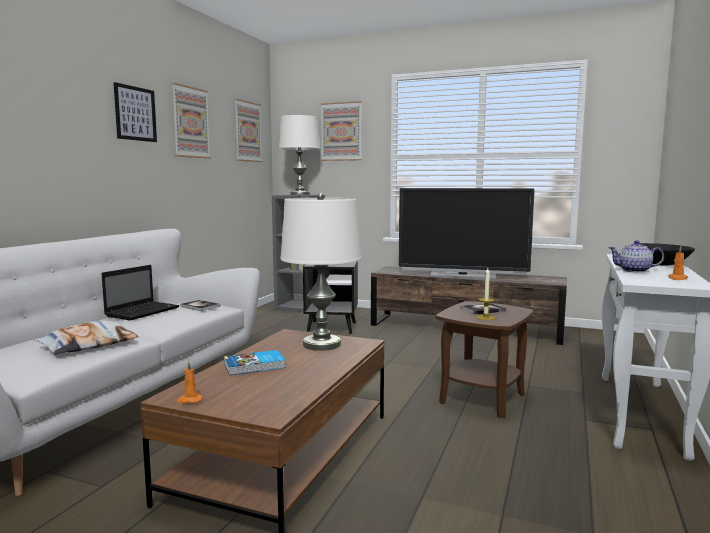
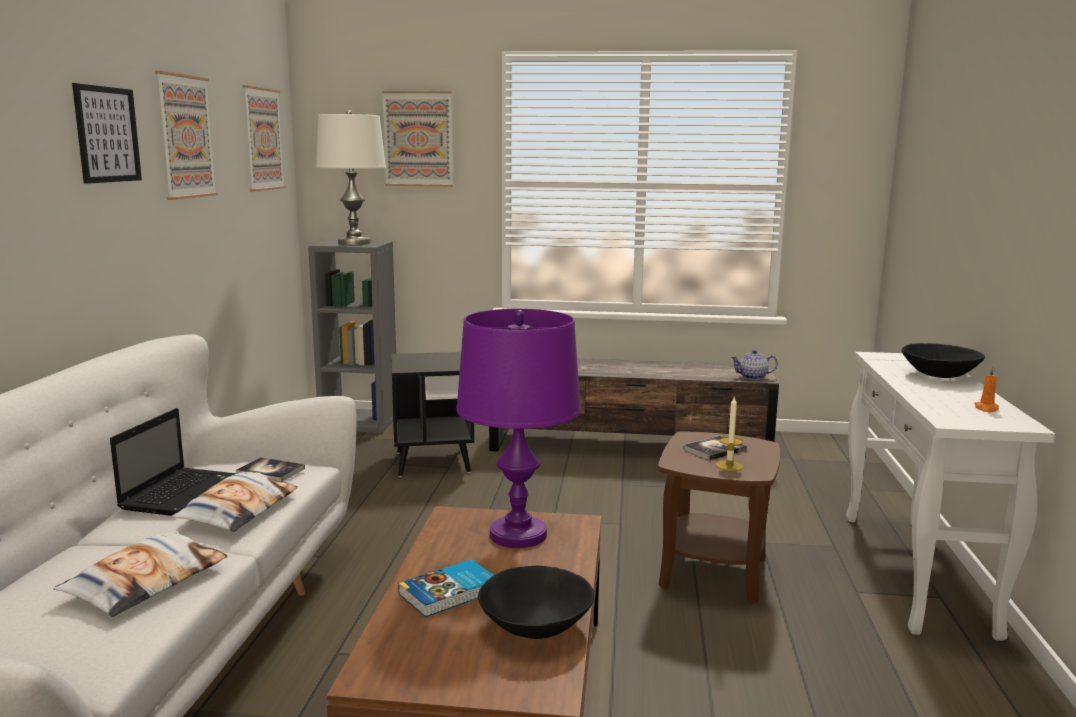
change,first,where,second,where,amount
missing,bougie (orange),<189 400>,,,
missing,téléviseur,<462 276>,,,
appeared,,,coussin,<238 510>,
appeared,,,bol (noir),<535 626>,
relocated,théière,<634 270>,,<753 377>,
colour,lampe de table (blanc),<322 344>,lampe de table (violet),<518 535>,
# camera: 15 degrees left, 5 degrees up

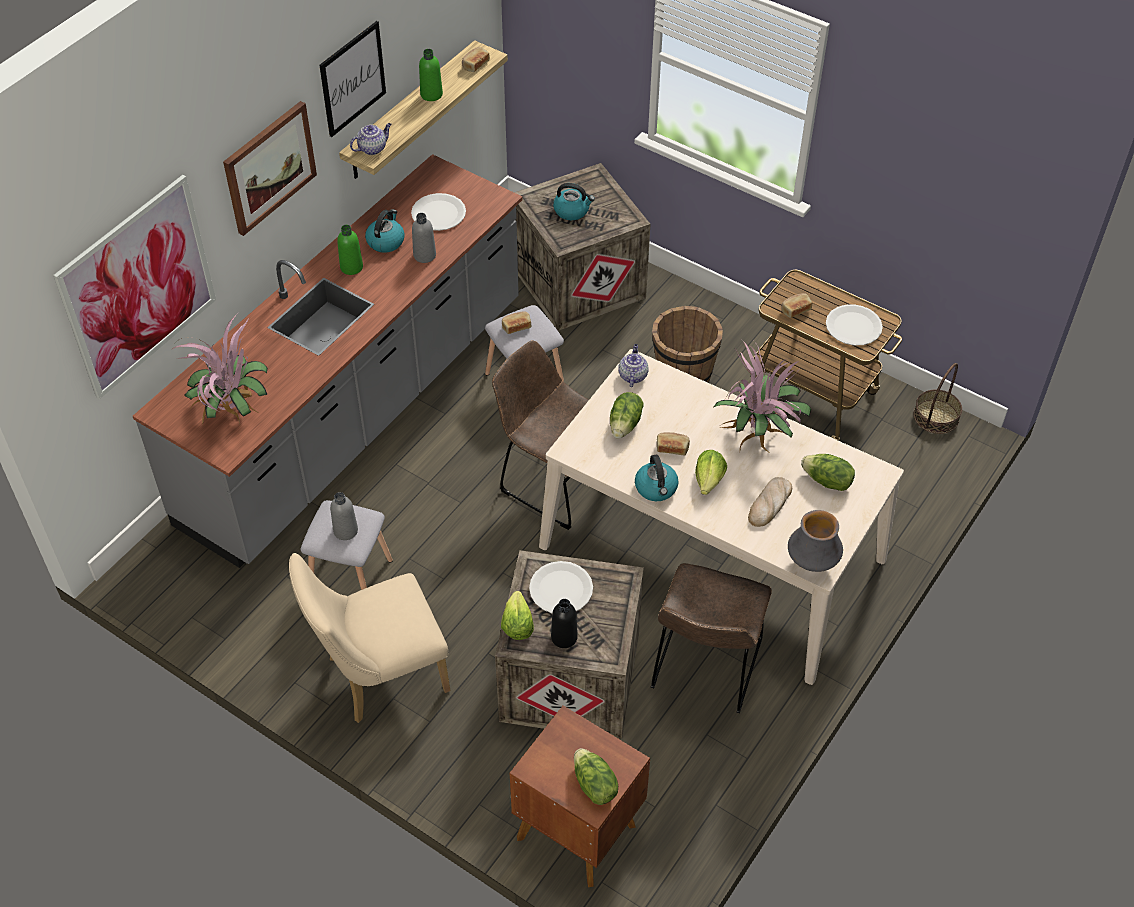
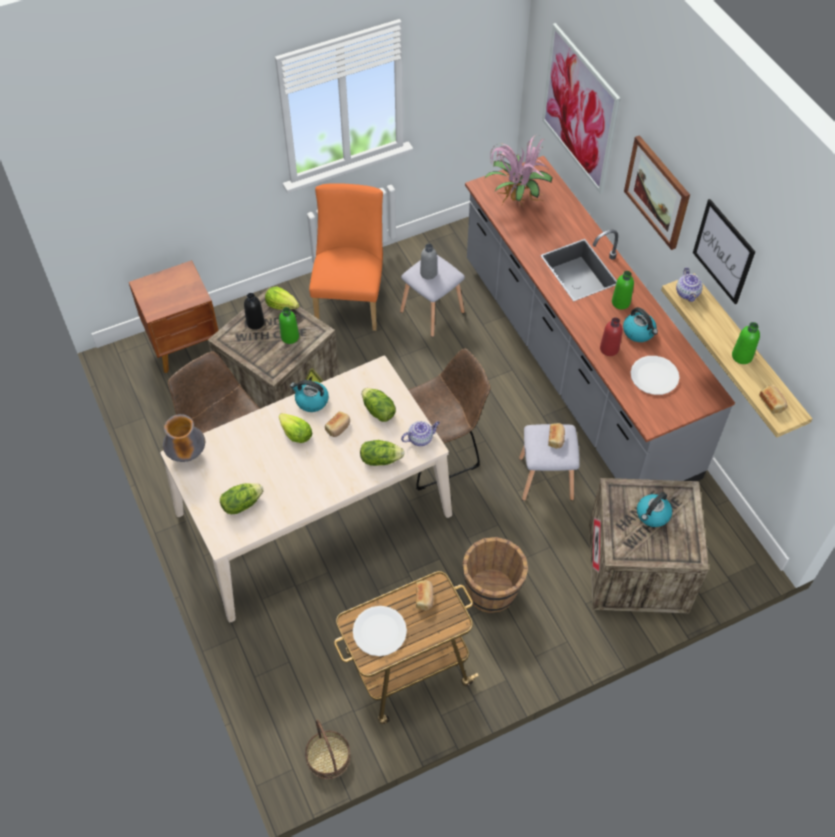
change,first,where,second,where,amount
missing,plante en pot,<758 435>,,,
missing,pain,<769 504>,,,
relocated,laitue,<593 785>,,<380 459>,
exchanged,assiette (blanc),<561 589>,bouteille (vert),<290 337>,
colour,chaise (beige),<379 676>,chaise (orange),<351 299>,
colour,bouteille (gris),<424 255>,bouteille (rouge),<609 349>,
spun,théière,<632 375>,,<420 438>,60 degrees counterclockwise
# camera: 120 degrees right, 5 degrees up

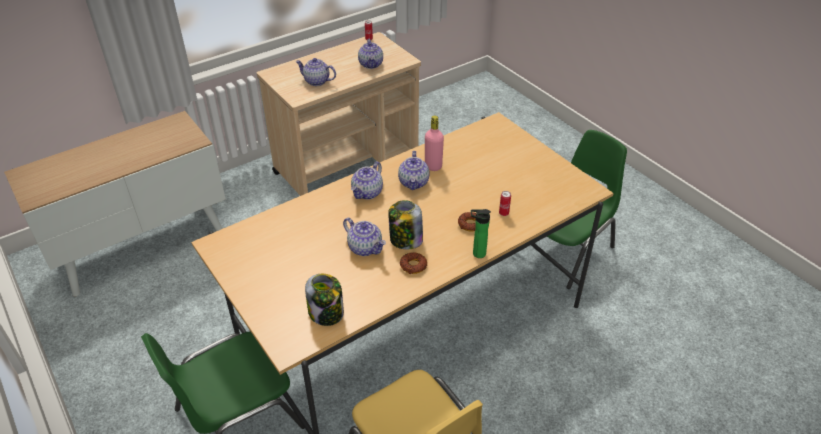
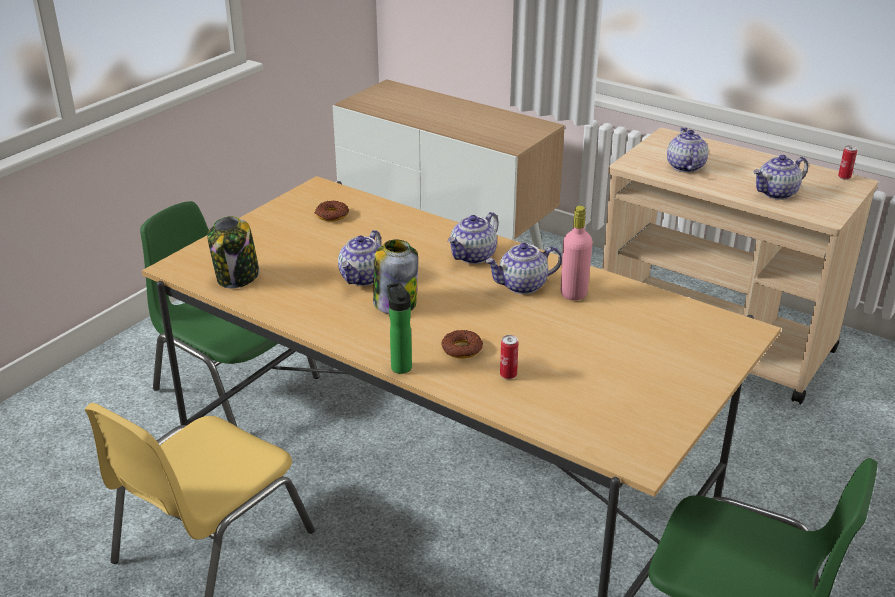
change,first,where,second,where,amount
relocated,beignet,<413 266>,,<332 215>,
spun,théière,<367 193>,,<473 256>,60 degrees counterclockwise
# camera: 70 degrees right, 10 degrees down

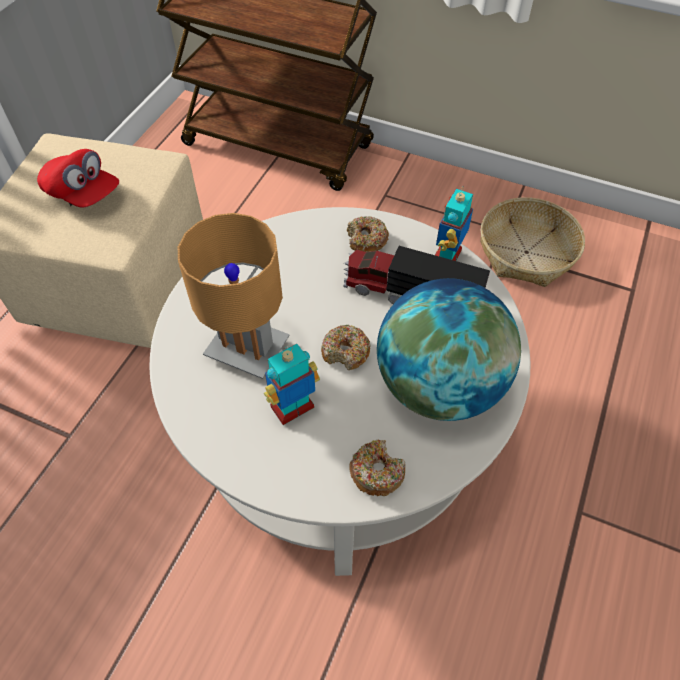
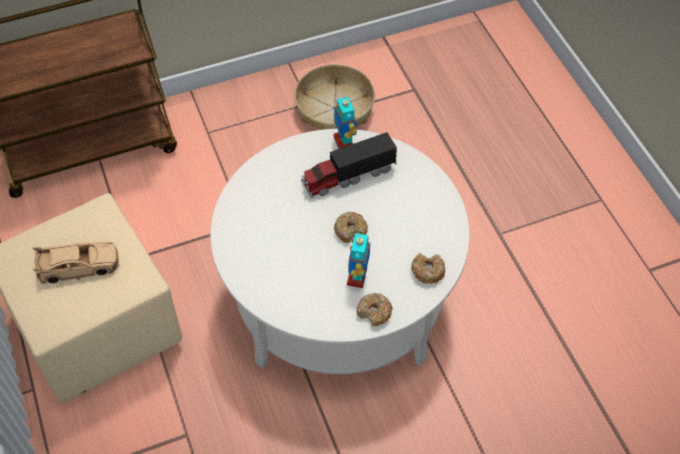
change,first,where,second,where,amount
missing,lampe de table (marron),<248 348>,,,
missing,globe,<439 386>,,,
relocated,beignet,<366 240>,,<374 312>,
exchanged,casquette (rouge),<83 194>,petite voiture (beige),<78 266>,
# camera: 45 degrees left, 0 degrees up

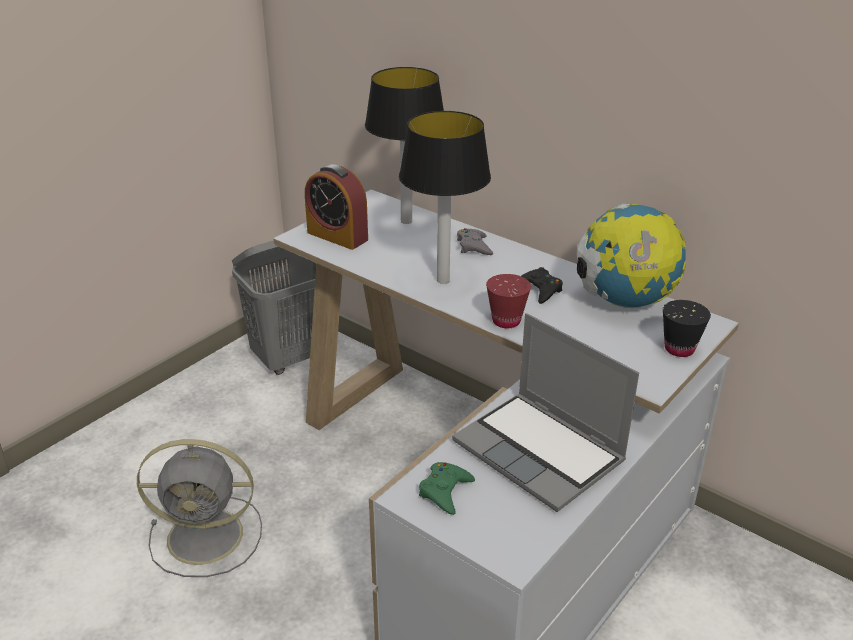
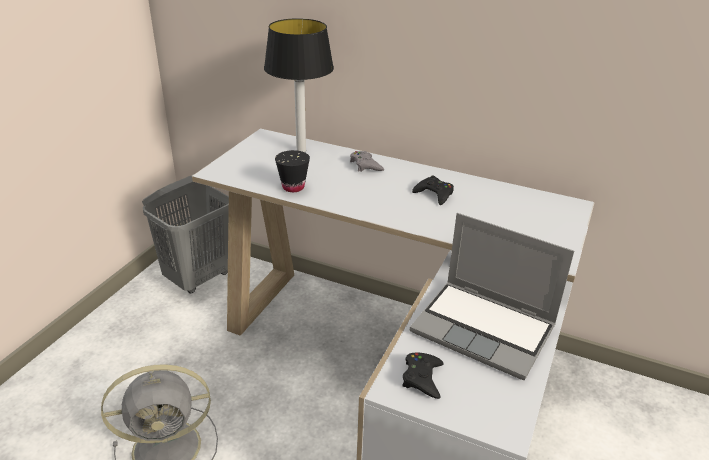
change,first,where,second,where,amount
missing,réveil,<337 236>,,,
missing,lampe de table,<442 280>,,,
missing,tasse (rouge),<506 321>,,,
missing,globe,<624 301>,,,
relocated,tasse (noir),<679 349>,,<293 187>,
colour,manette (vert),<445 491>,manette (noir),<422 378>,
# camera: 15 degrees left, 0 degrees up

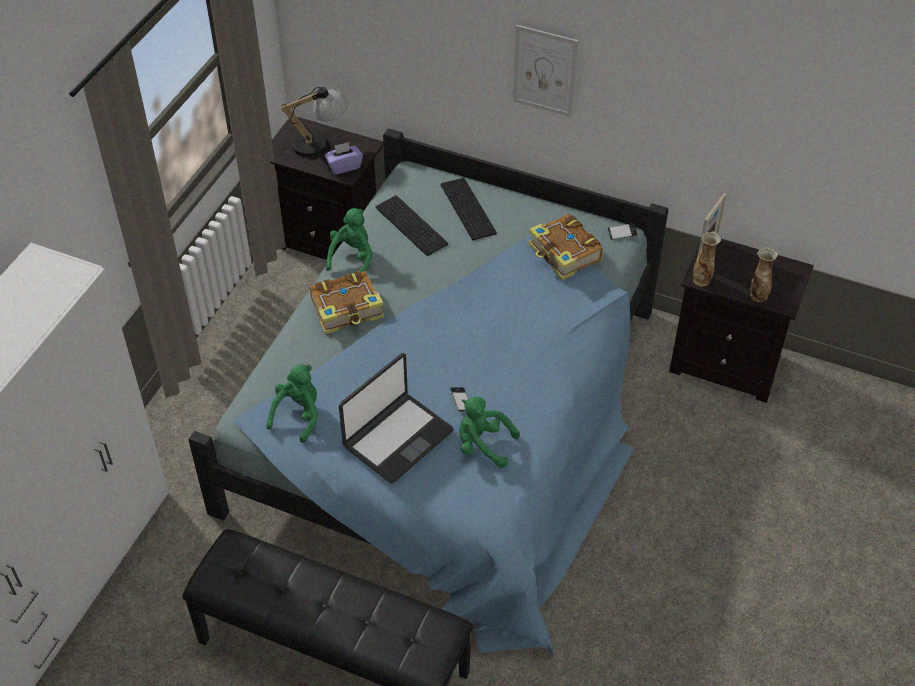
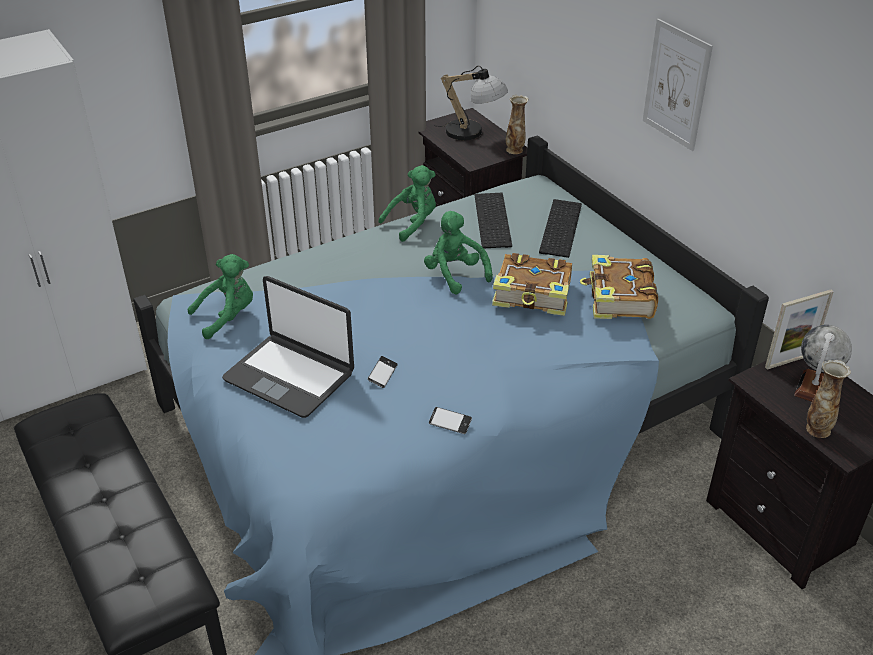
change,first,where,second,where,amount
missing,boîte à mouchoirs (violet),<344 166>,,,
appeared,,,globe,<813 387>,
relocated,livre,<348 310>,,<533 295>,
relocated,peluche (vert),<483 445>,,<455 274>,
relocated,téléphone,<622 233>,,<450 423>,
relocated,vase,<702 280>,,<515 150>,
spun,ordinateur portable,<397 438>,,<290 376>,45 degrees clockwise
# camera: 35 degrees right, 10 degrees down

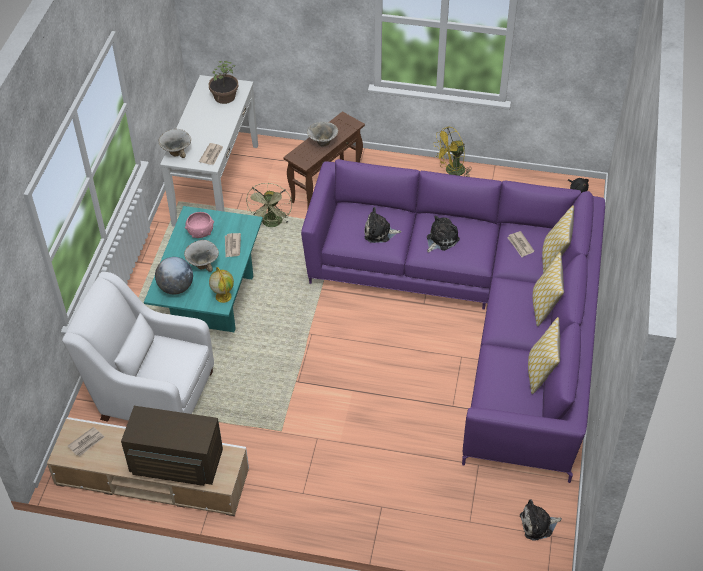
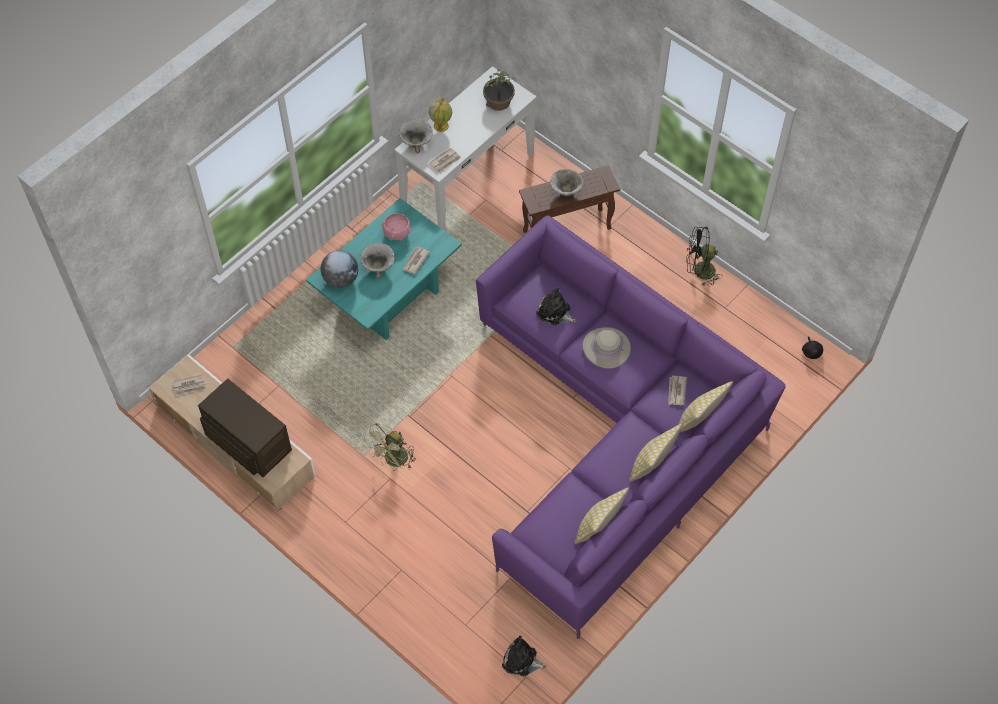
change,first,where,second,where,amount
missing,fauteuil (blanc),<151 393>,,,
relocated,globe,<223 296>,,<441 125>,
relocated,ventilateur (vert),<272 224>,,<393 461>,
exchanged,peluche,<441 239>,chapeau (beige),<606 348>,
colour,ventilateur (jaune),<451 172>,ventilateur (noir),<699 271>,
# camera: 30 degrees right, 10 degrees up

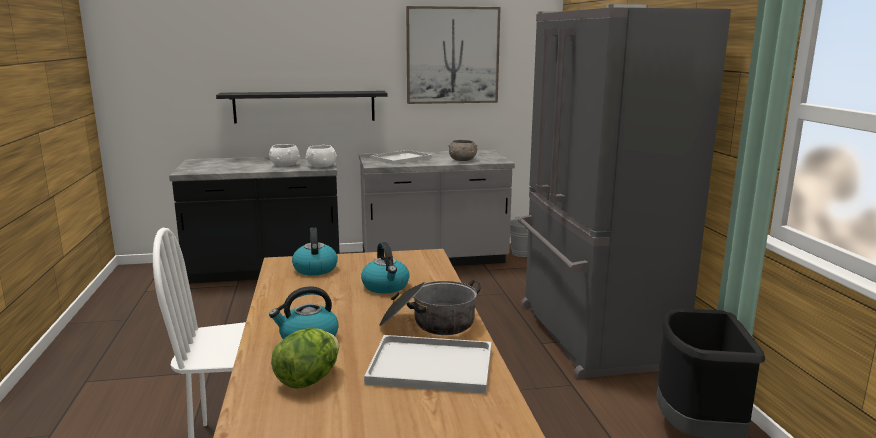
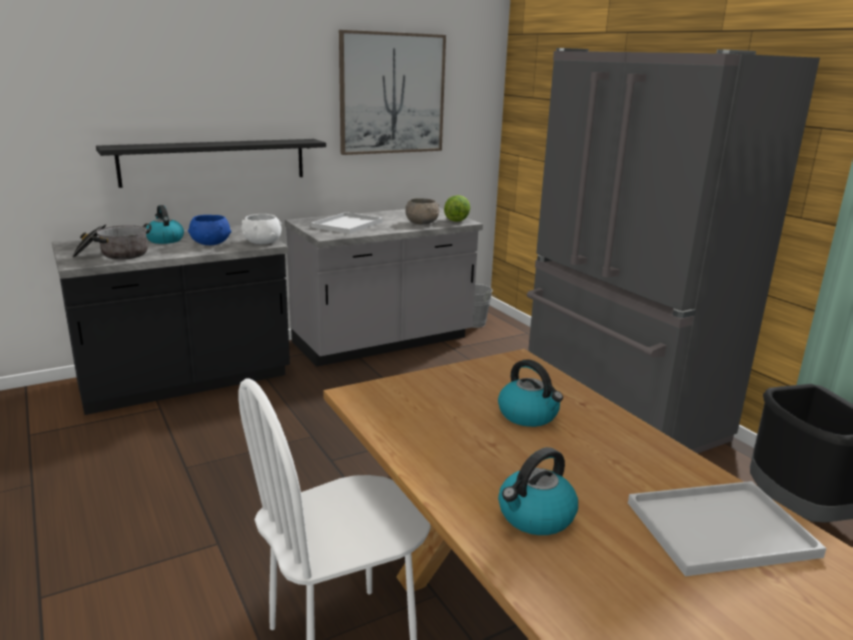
change,first,where,second,where,amount
relocated,laitue,<308 380>,,<456 220>,
relocated,bouilloire,<315 269>,,<165 240>,
relocated,marmite,<429 324>,,<113 255>,
colour,bol (blanc),<284 165>,bol (bleu),<210 243>,
# camera: 20 degrees left, 5 degrees up

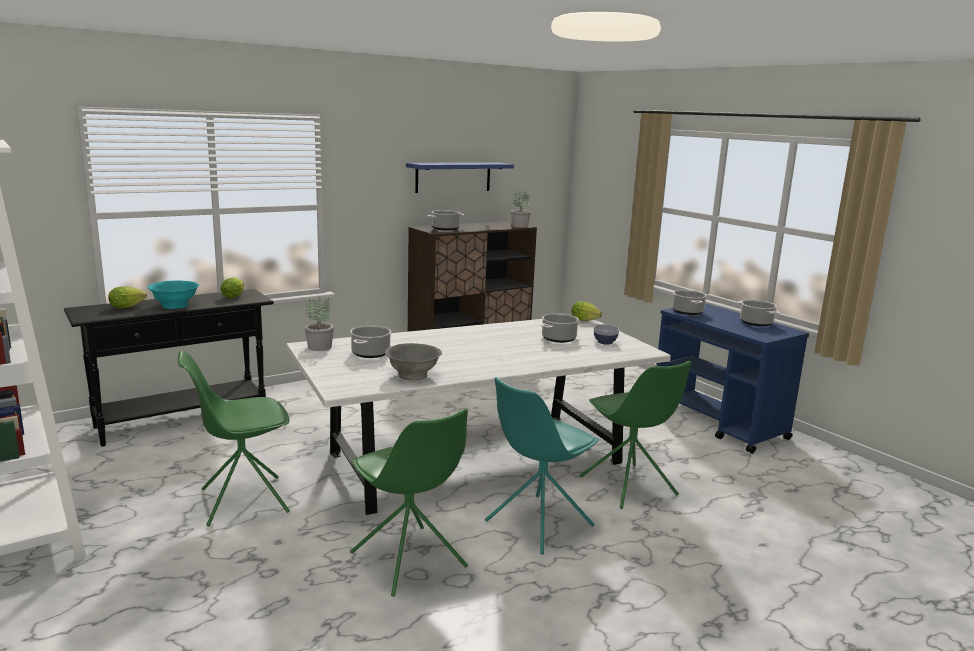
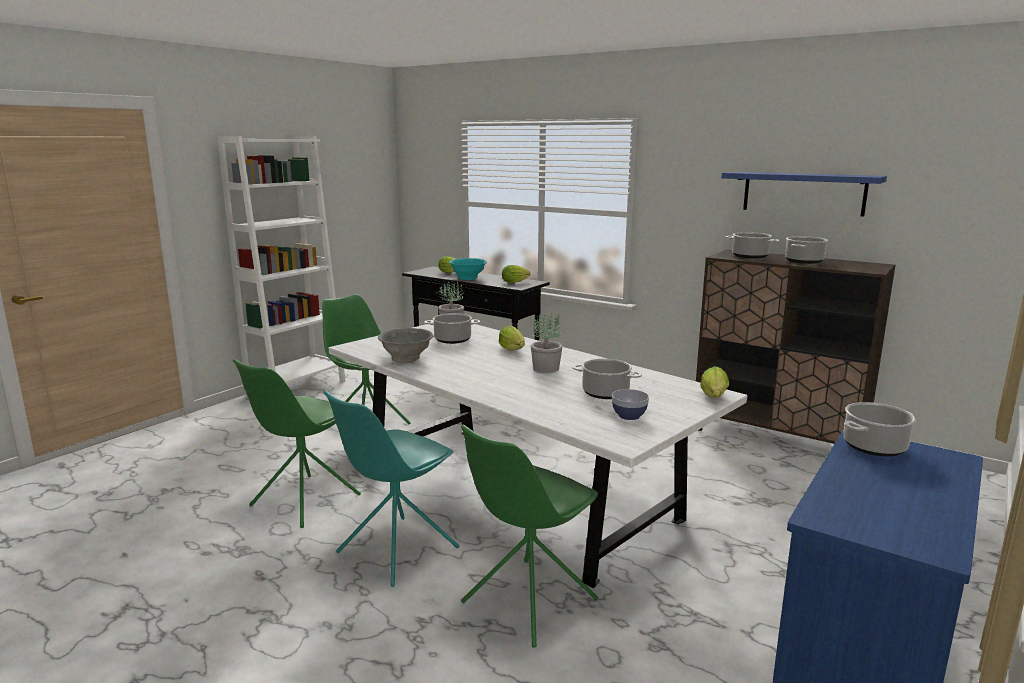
change,first,where,second,where,amount
appeared,,,laitue,<513 350>,
relocated,plante en pot,<519 226>,,<546 368>,
relocated,marmite,<756 323>,,<804 261>,
spun,chaise (turquoise),<537 524>,,<395 551>,75 degrees counterclockwise
# camera: 70 degrees right, 0 degrees up

